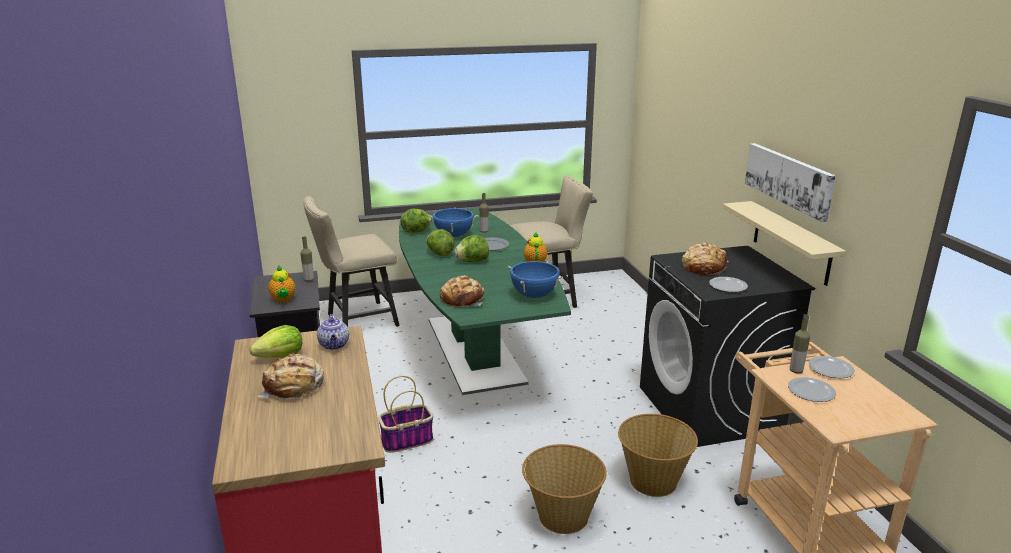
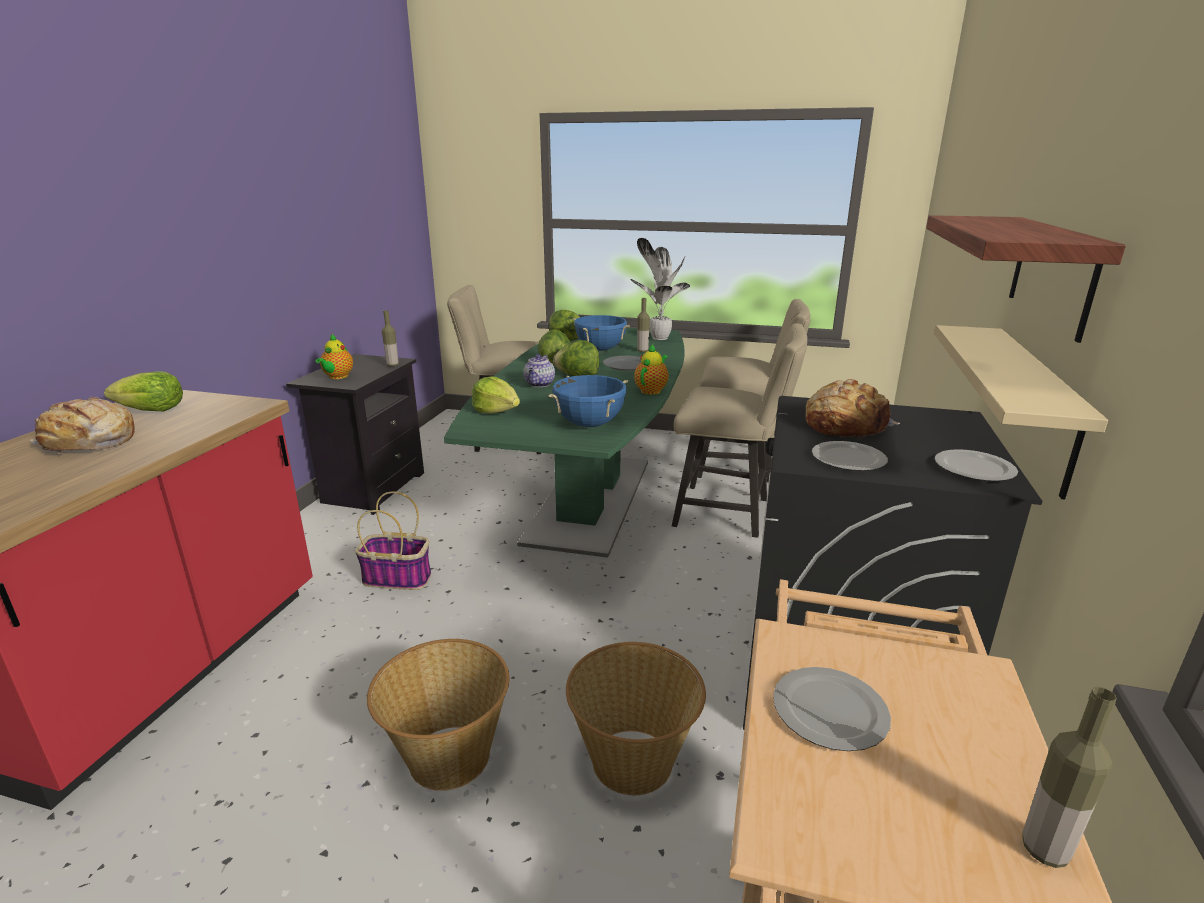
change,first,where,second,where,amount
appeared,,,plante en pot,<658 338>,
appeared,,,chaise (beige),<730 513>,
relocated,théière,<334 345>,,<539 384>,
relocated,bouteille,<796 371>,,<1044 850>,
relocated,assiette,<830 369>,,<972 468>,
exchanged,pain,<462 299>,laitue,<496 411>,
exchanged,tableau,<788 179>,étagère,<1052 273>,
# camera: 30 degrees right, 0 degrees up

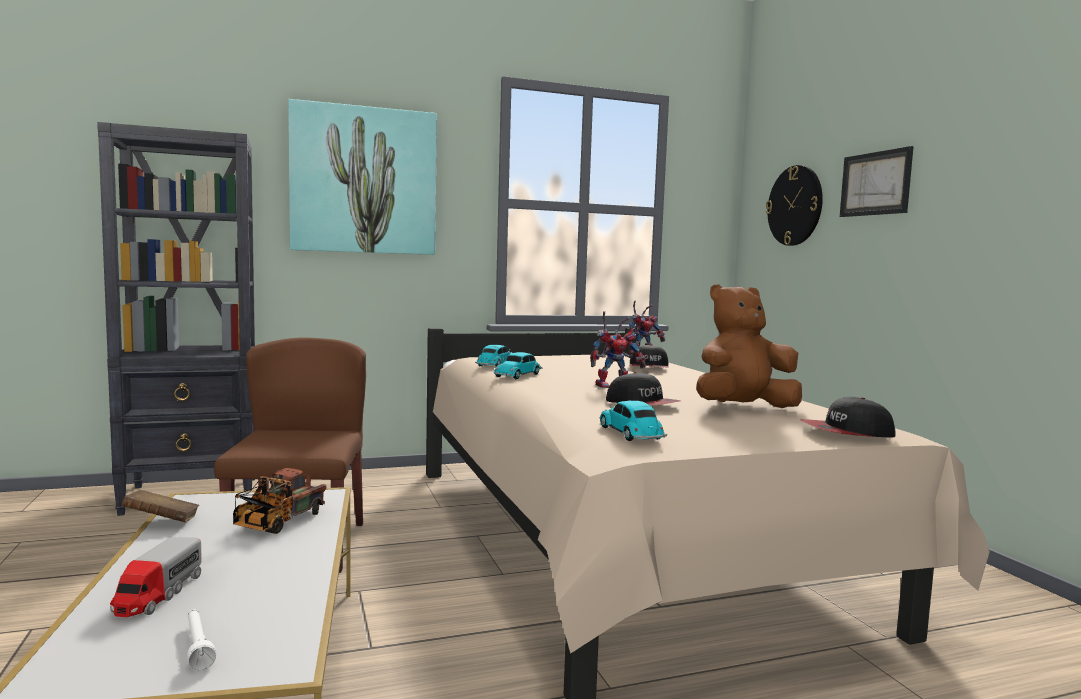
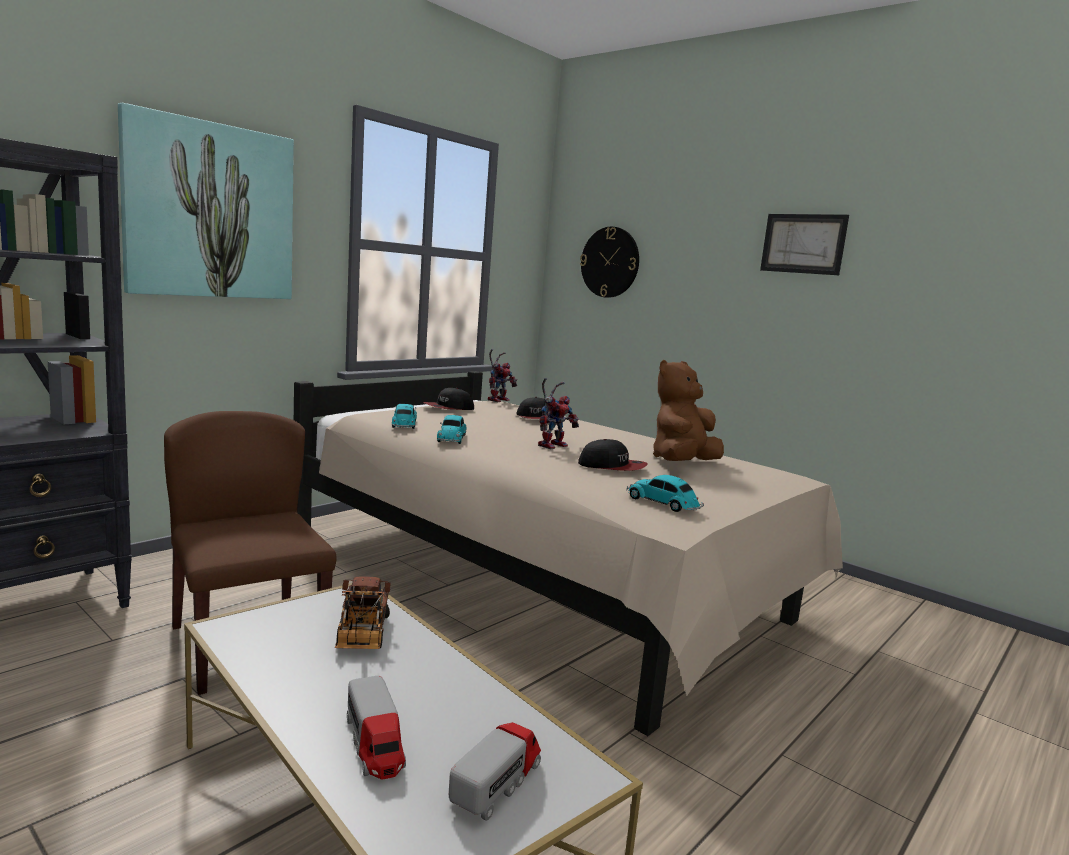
change,first,where,second,where,amount
missing,livre (marron),<161 522>,,,
relocated,casquette,<847 432>,,<448 408>,
relocated,tableau,<875 183>,,<803 243>,
exchanged,lampe de poche (blanc),<197 646>,camion jouet,<497 783>,
# camera: 30 degrees left, 5 degrees up

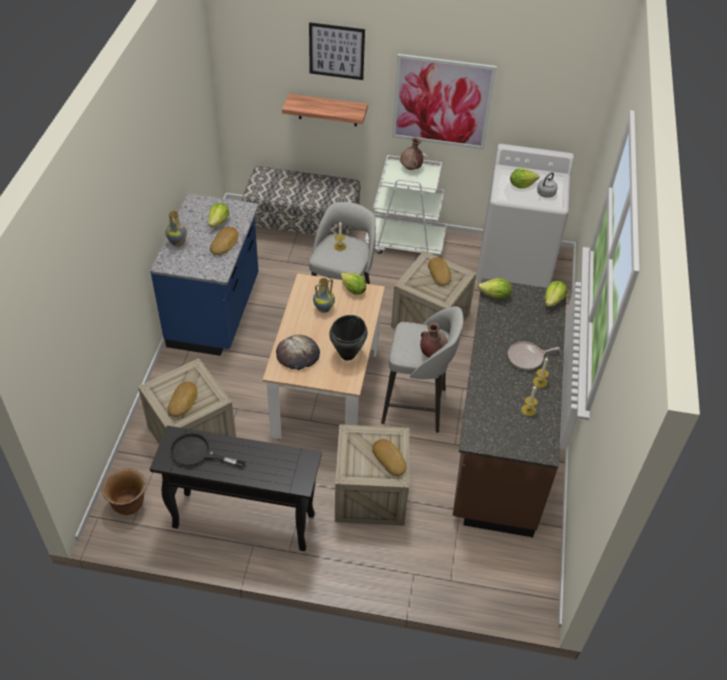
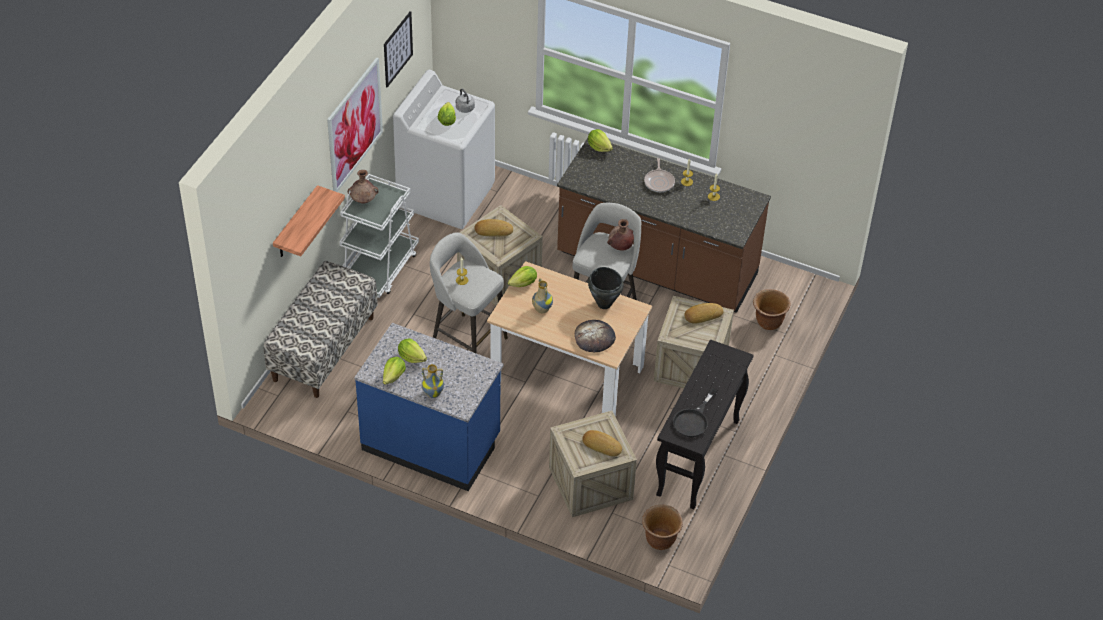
change,first,where,second,where,amount
missing,pain,<225 243>,,,
appeared,,,cache-pot (marron),<768 322>,
relocated,tableau,<336 51>,,<397 49>,
relocated,laitue,<495 296>,,<394 376>,
# camera: 75 degrees left, 0 degrees up

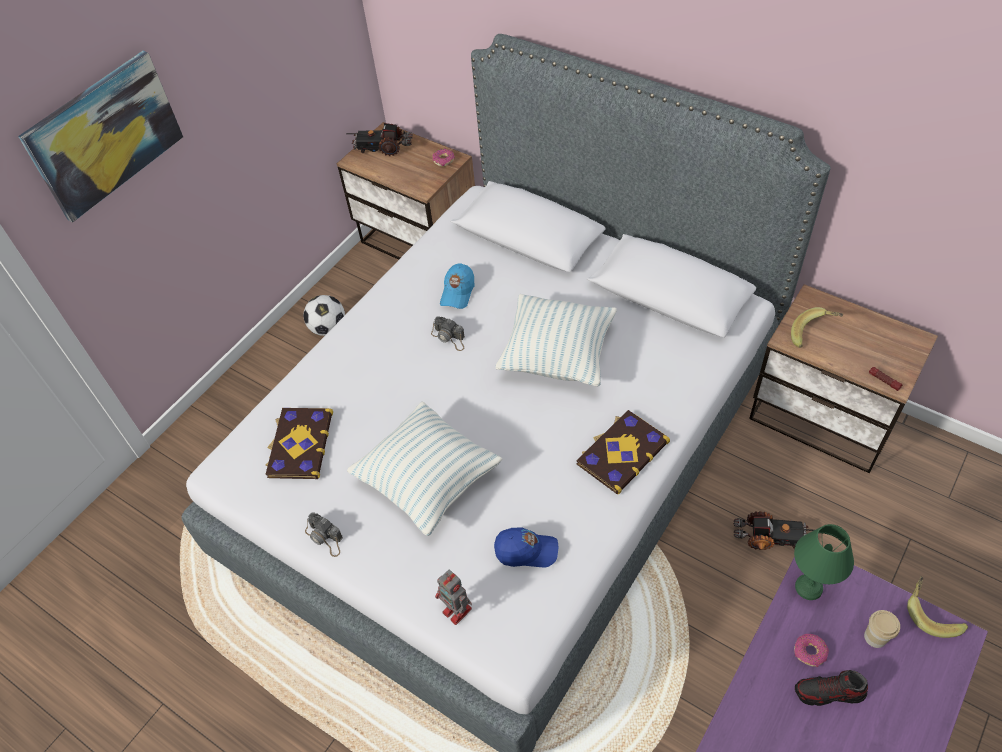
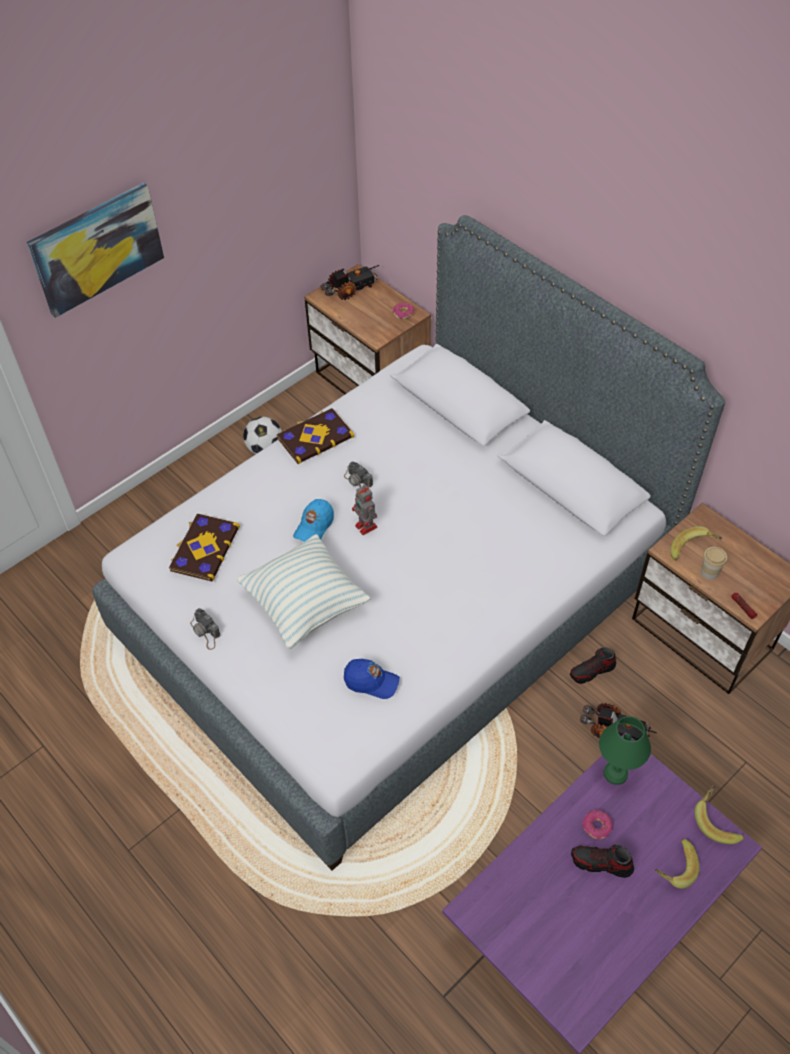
change,first,where,second,where,amount
missing,coussin,<557 356>,,,
appeared,,,chaussure,<592 671>,
appeared,,,banane,<672 867>,
relocated,robot jouet,<458 611>,,<366 527>,
relocated,casquette (bleu),<457 292>,,<314 526>,
relocated,livre,<621 452>,,<315 437>,
relocated,tasse,<875 637>,,<709 572>,
spun,camion jouet,<383 148>,,<350 290>,135 degrees clockwise
# camera: 10 degrees right, 0 degrees up

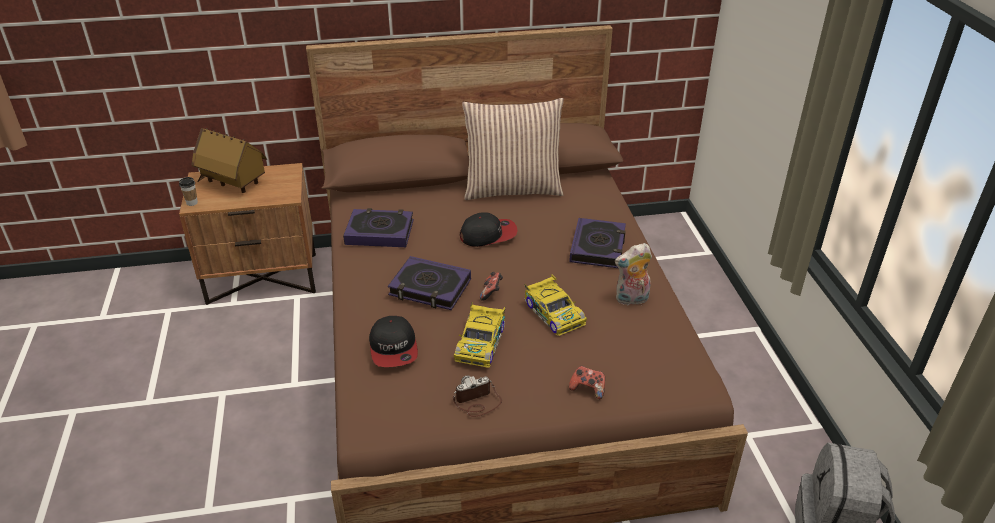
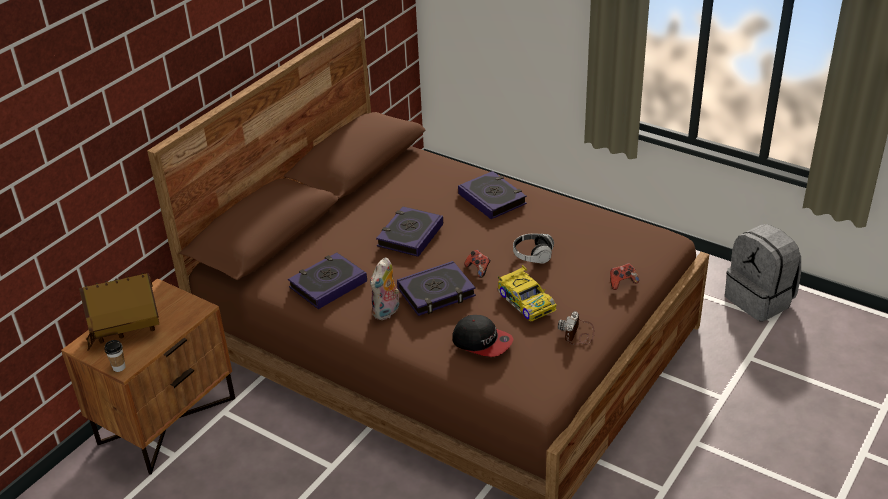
change,first,where,second,where,amount
missing,coussin,<513 188>,,,
relocated,peluche,<631 300>,,<387 312>,
exchanged,casquette,<488 234>,livre,<410 235>,
exchanged,petite voiture,<554 312>,casque audio,<533 255>,
# camera: 45 degrees left, 0 degrees up

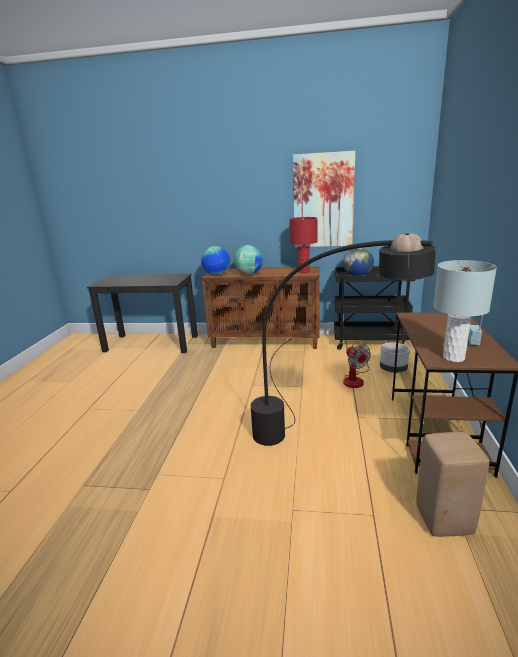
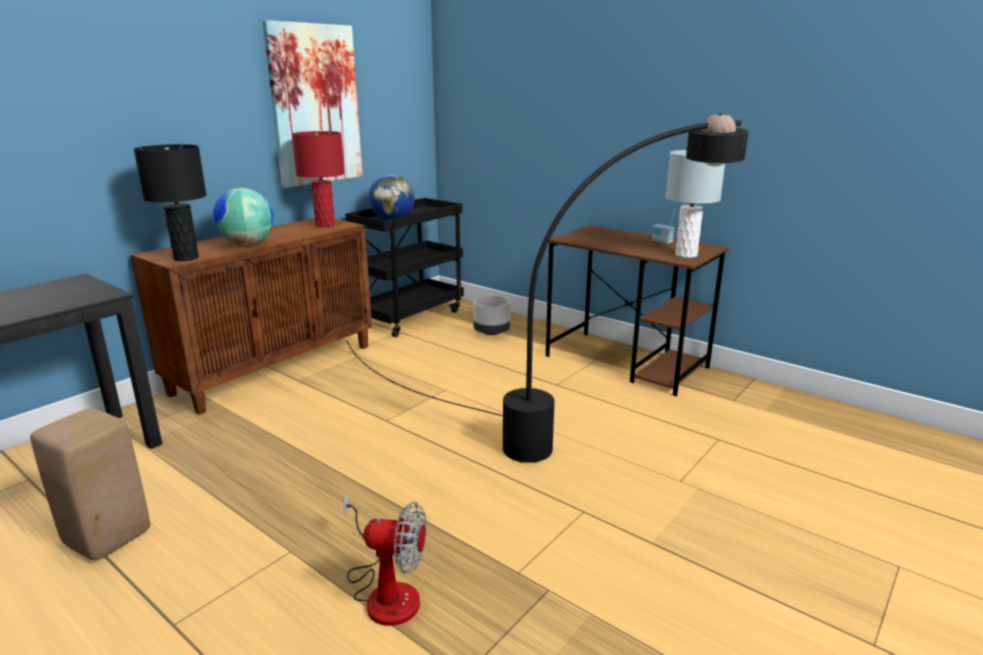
change,first,where,second,where,amount
relocated,ventilateur,<355 379>,,<385 591>,
relocated,tabouret (beige),<443 521>,,<107 538>,
exchanged,globe,<217 275>,lampe de table (noir),<186 258>,
# camera: 60 degrees left, 0 degrees up

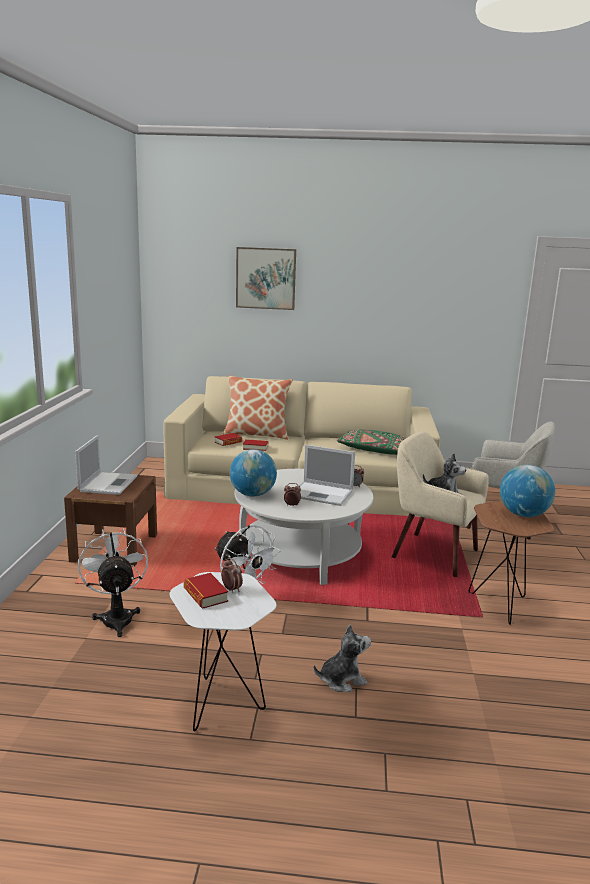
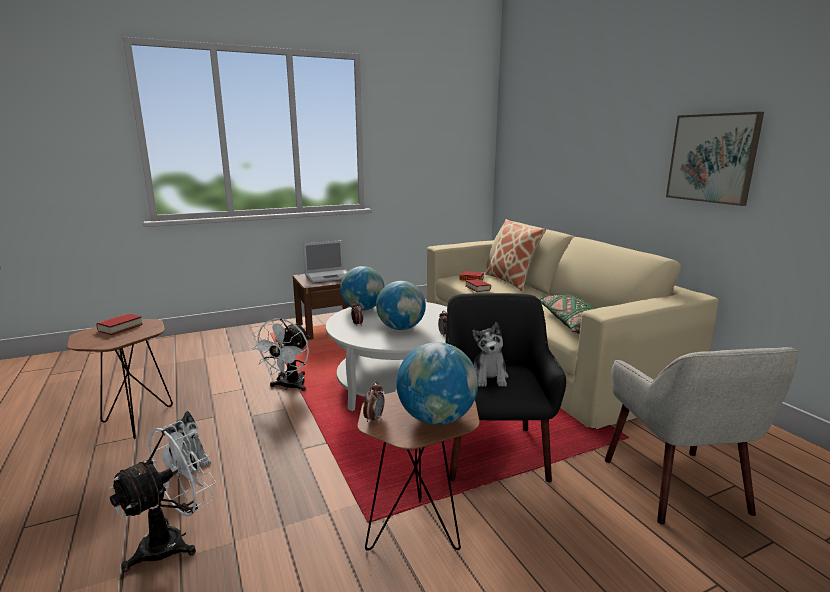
change,first,where,second,where,amount
relocated,ventilateur (blanc),<116 617>,,<173 541>,
relocated,réveil,<231 589>,,<374 419>,
relocated,tableau,<266 278>,,<712 158>,
exchanged,ordinateur portable,<323 494>,globe,<401 328>,
colour,table d'appoint (blanc),<222 707>,table d'appoint (marron),<134 423>,
colour,fauteuil (beige),<433 554>,fauteuil (noir),<493 452>,
# camera: 60 degrees right, 0 degrees up

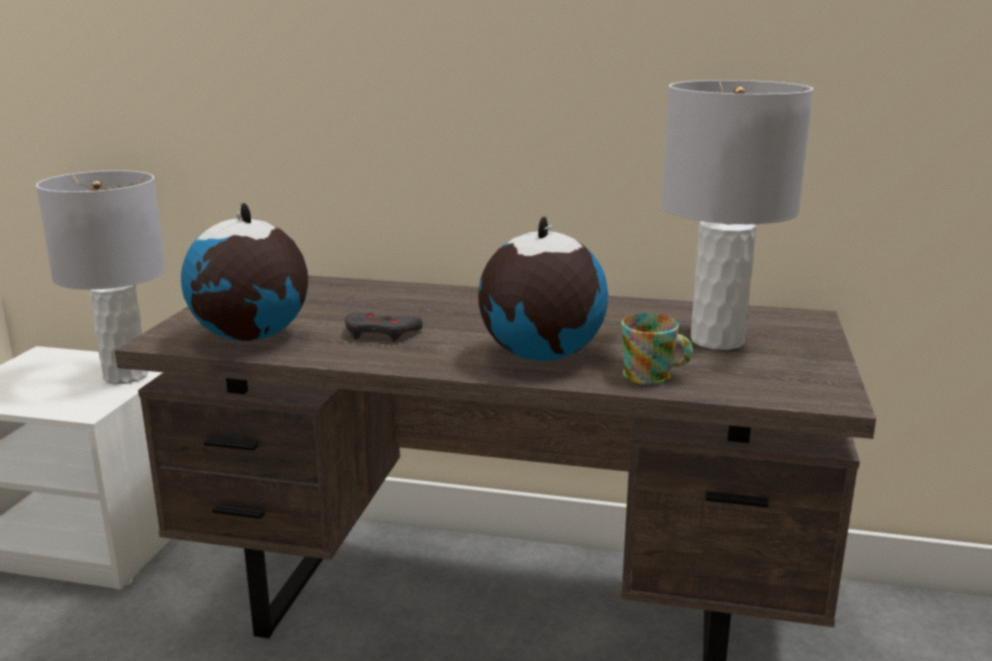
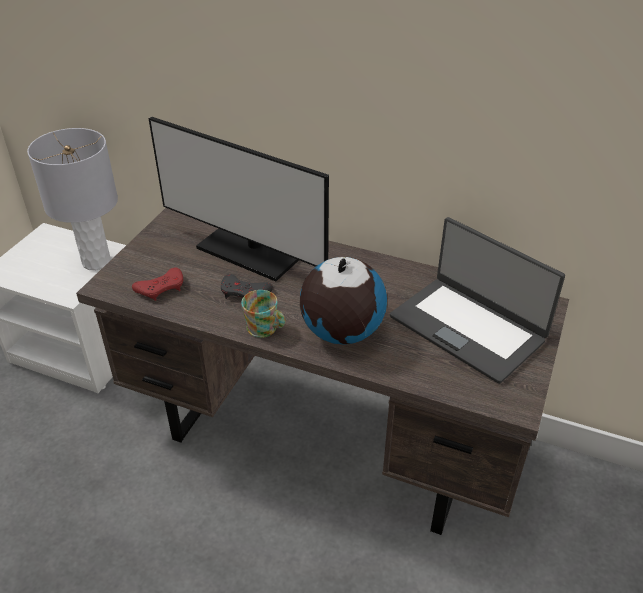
change,first,where,second,where,amount
appeared,,,écran d'ordinateur,<249 253>,
relocated,mug,<654 377>,,<265 329>,
exchanged,globe,<251 337>,manette (rouge),<161 288>,
exchanged,lampe de table (gris),<718 340>,ordinateur portable,<468 327>,
# camera: 10 degrees right, 20 degrees up

